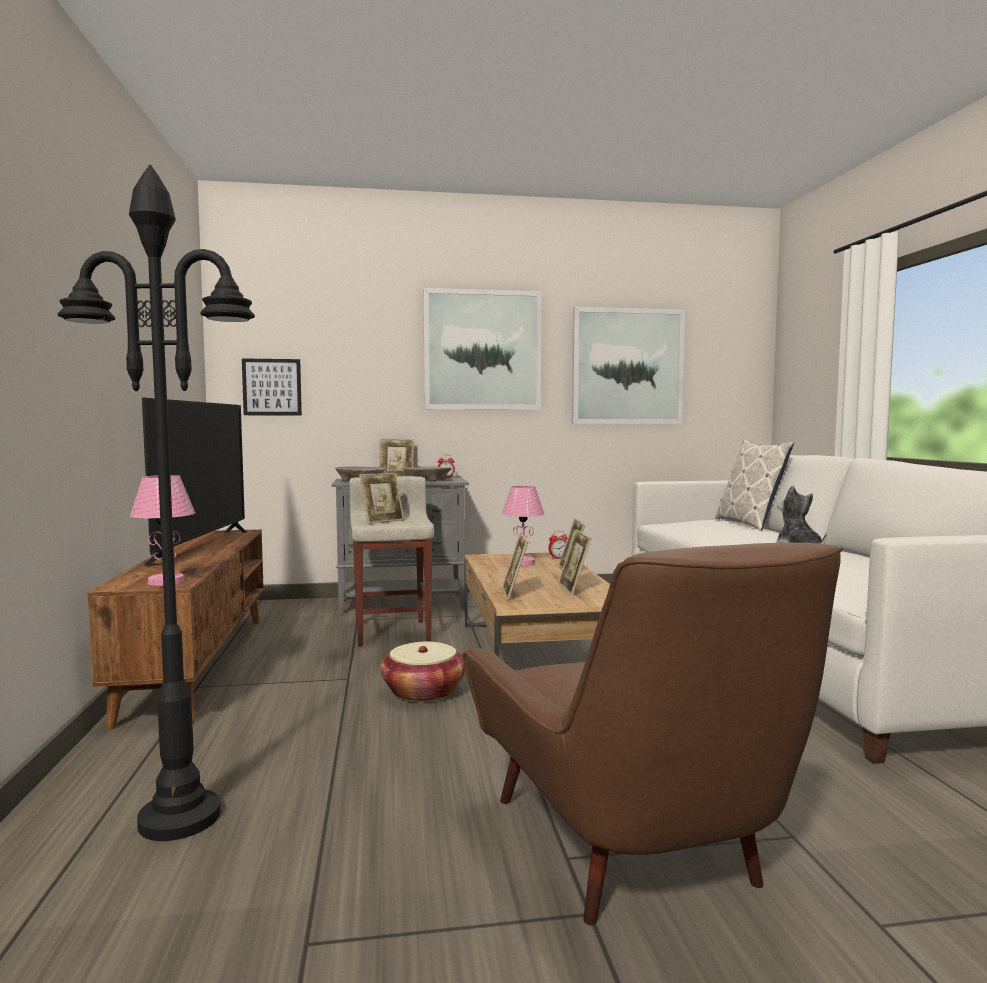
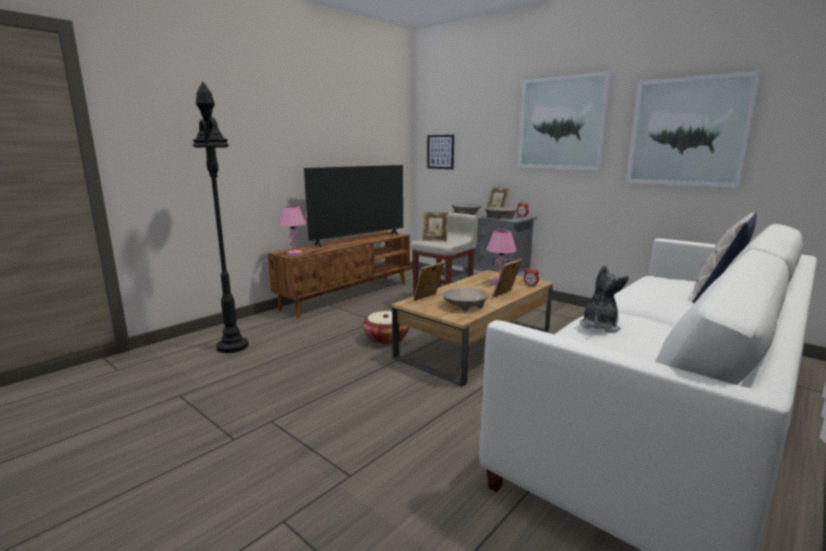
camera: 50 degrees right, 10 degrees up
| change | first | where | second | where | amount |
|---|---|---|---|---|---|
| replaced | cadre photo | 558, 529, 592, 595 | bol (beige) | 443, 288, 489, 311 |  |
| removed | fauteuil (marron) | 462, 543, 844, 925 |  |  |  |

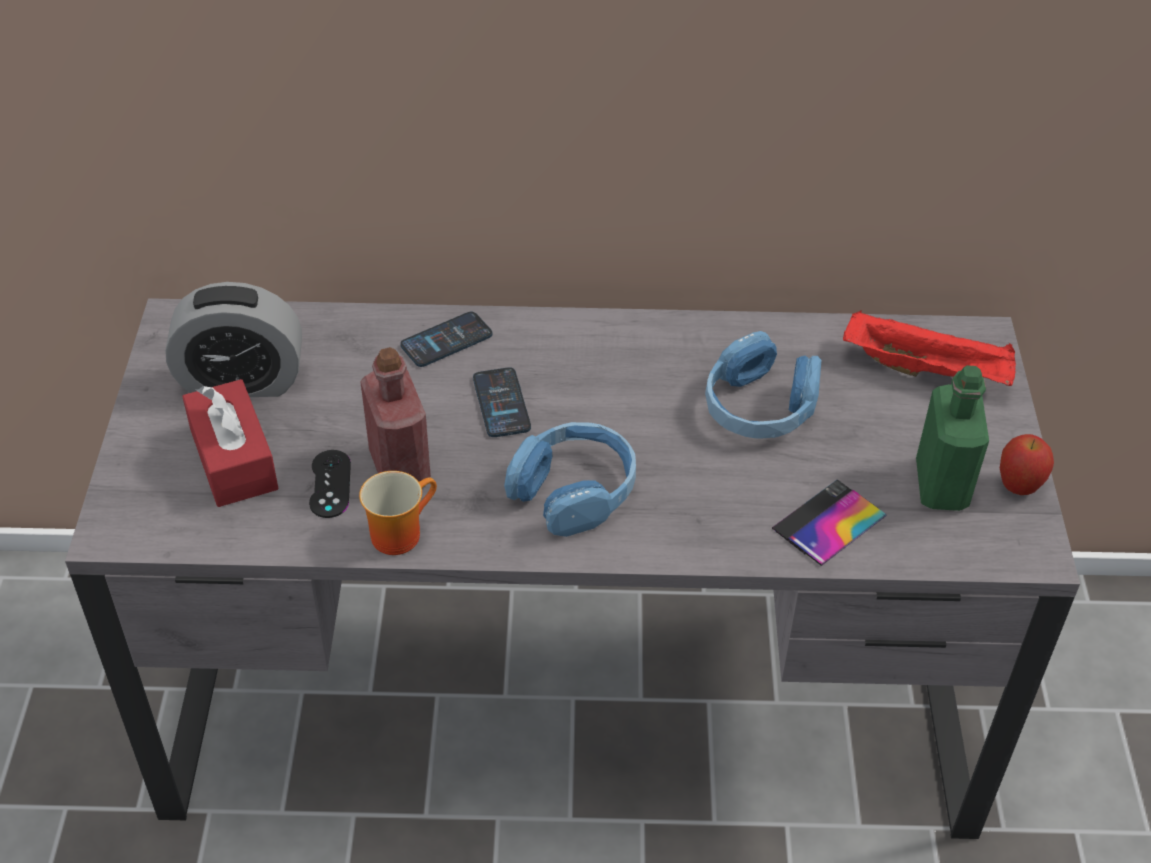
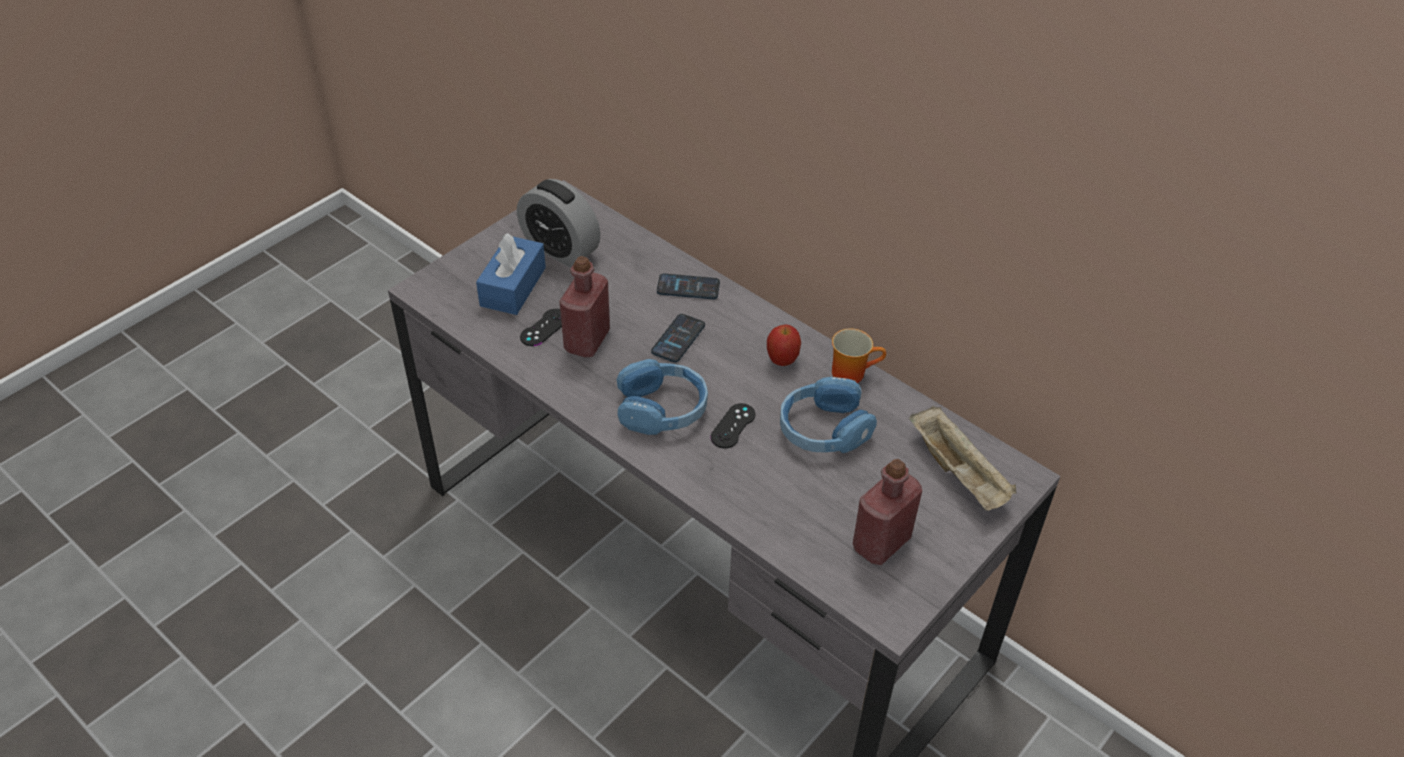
camera: 40 degrees right, 0 degrees up
| change | first | where | second | where | amount |
|---|---|---|---|---|---|
| recoloured | boîte à mouchoirs (rouge) | 182, 379, 278, 507 | boîte à mouchoirs (bleu) | 476, 233, 546, 315 |  |
| added |  |  | manette (noir) | 710, 403, 755, 448 |  |
| moved | pomme | 1000, 434, 1054, 495 |  | 767, 325, 801, 366 |  |
| moved | mug | 359, 471, 437, 555 |  | 832, 328, 886, 383 |  |
| recoloured | bouteille (vert) | 916, 365, 989, 511 | bouteille (rouge) | 853, 459, 922, 565 |  |
| recoloured | plateau (rouge) | 843, 310, 1016, 386 | plateau (beige) | 909, 406, 1016, 511 |  |
| removed | téléphone | 772, 479, 887, 566 |  |  |  |

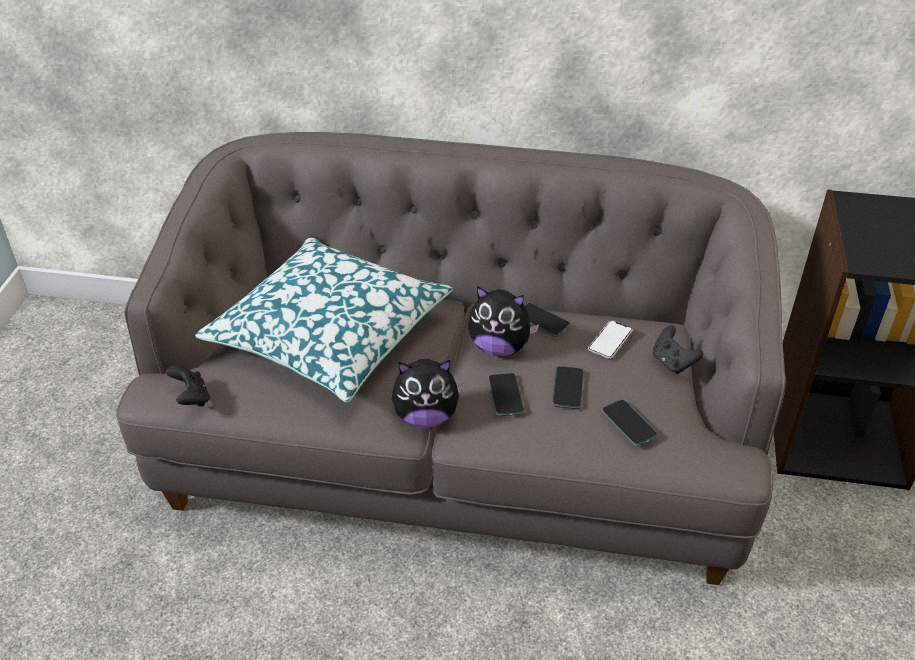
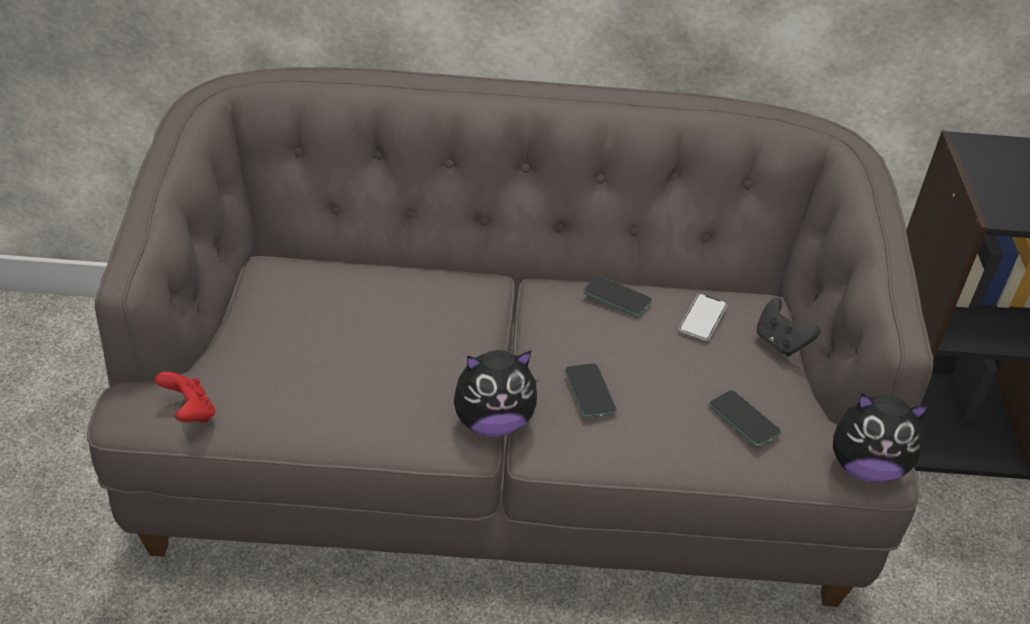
camera: 10 degrees left, 0 degrees up
| change | first | where | second | where | amount |
|---|---|---|---|---|---|
| recoloured | manette (noir) | 166, 366, 210, 407 | manette (rouge) | 155, 371, 215, 423 |  |
| moved | peluche | 468, 286, 539, 356 |  | 833, 393, 929, 483 |  |
| removed | coussin | 195, 238, 453, 402 |  |  |  |
| removed | téléphone | 552, 366, 584, 409 |  |  |  |

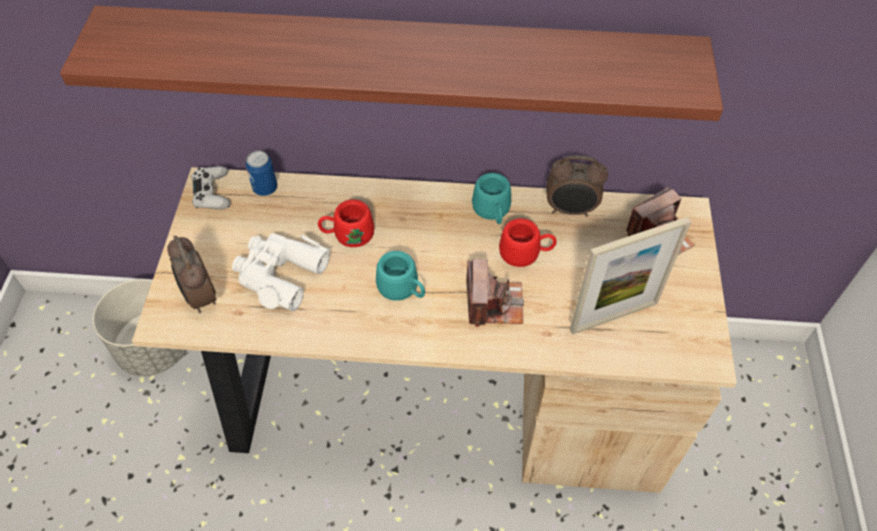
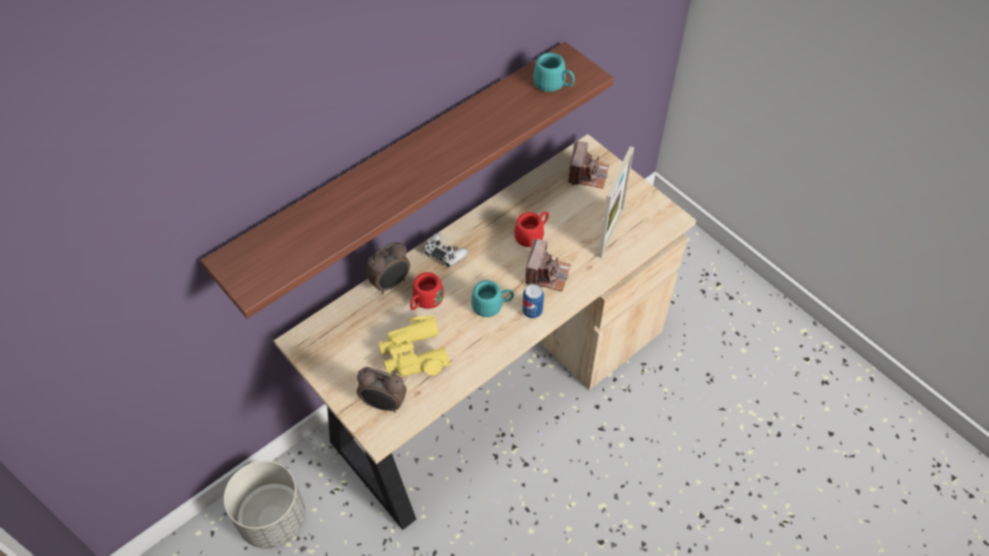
camera: 45 degrees left, 0 degrees up
| change | first | where | second | where | amount |
|---|---|---|---|---|---|
| moved | réveil | 546, 156, 608, 217 |  | 366, 242, 410, 294 |  |
| recoloured | jumelles (blanc) | 232, 233, 330, 311 | jumelles (jaune) | 379, 315, 450, 376 |  |
| moved | manette (blanc) | 191, 166, 230, 210 |  | 424, 233, 468, 267 |  |
| moved | boîte métallique | 246, 151, 277, 196 |  | 522, 284, 544, 318 |  |
| turned | appareil photo | 466, 259, 524, 327 |  | 525, 239, 571, 291 | 60 degrees clockwise |
| moved | mug (turquoise) | 472, 173, 511, 224 |  | 533, 52, 575, 92 |  |

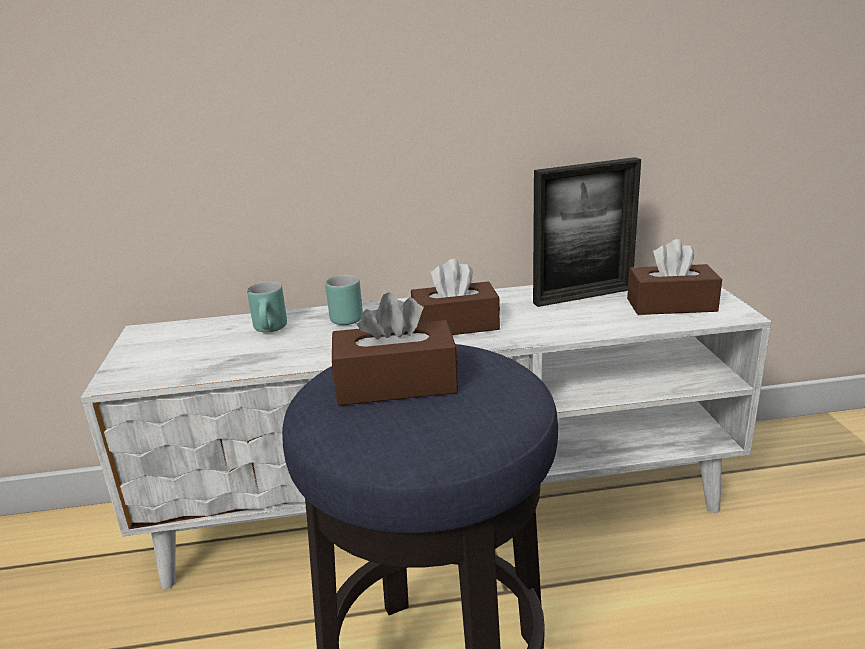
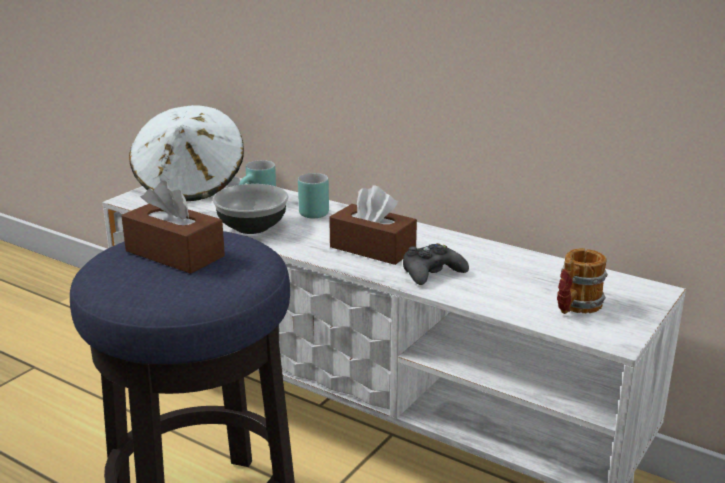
camera: 40 degrees right, 0 degrees up
| change | first | where | second | where | amount |
|---|---|---|---|---|---|
| added |  |  | chapeau (blanc) | 129, 105, 244, 201 |  |
| added |  |  | bol | 213, 184, 288, 234 |  |
| added |  |  | manette (noir) | 403, 243, 469, 285 |  |
| replaced | boîte à mouchoirs (marron) | 627, 239, 722, 315 | mug | 557, 248, 608, 314 |  |
| removed | cadre photo | 533, 157, 641, 307 |  |  |  |

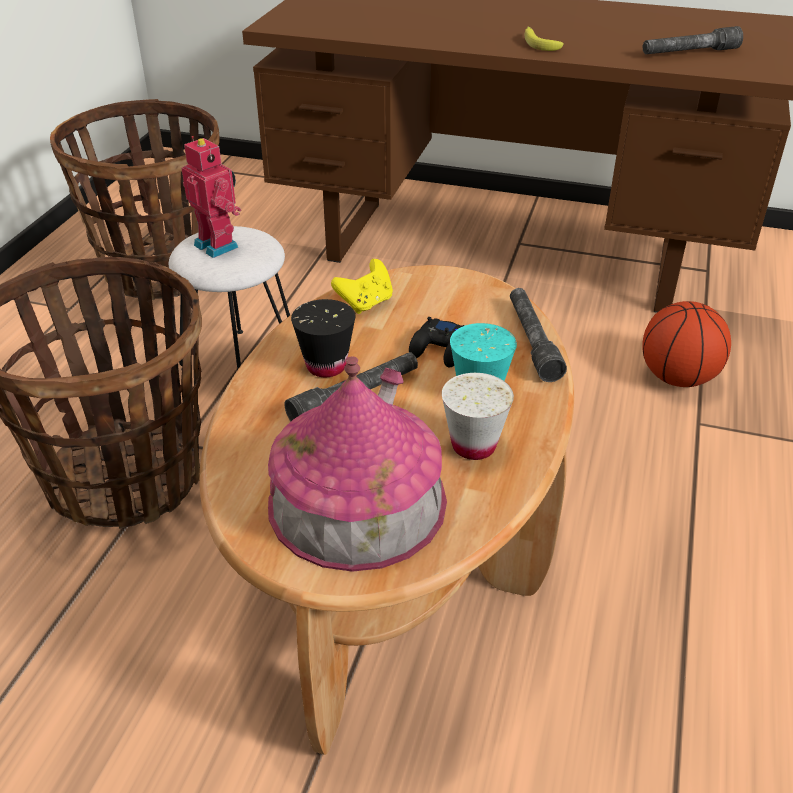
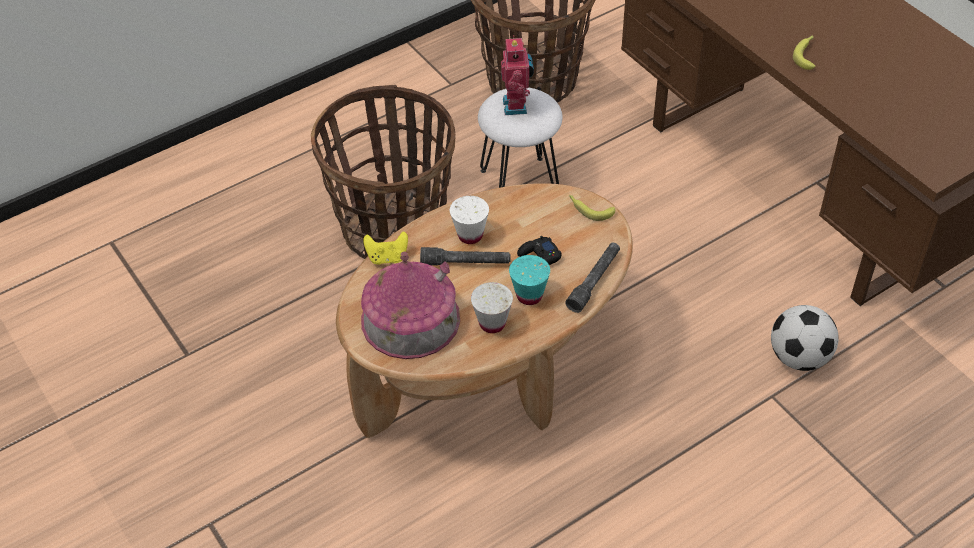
camera: 40 degrees right, 10 degrees up
| change | first | where | second | where | amount |
|---|---|---|---|---|---|
| moved | manette (jaune) | 331, 259, 393, 314 |  | 363, 232, 408, 265 |  |
| recoloured | tasse (noir) | 291, 299, 355, 377 | tasse (blanc) | 450, 196, 489, 244 |  |
| added |  |  | banane | 569, 195, 615, 221 |  |
| replaced | ballon de basket | 642, 301, 731, 387 | ballon de foot | 771, 305, 839, 371 |  |
| removed | lampe de poche (gris) | 642, 26, 743, 54 |  |  |  |

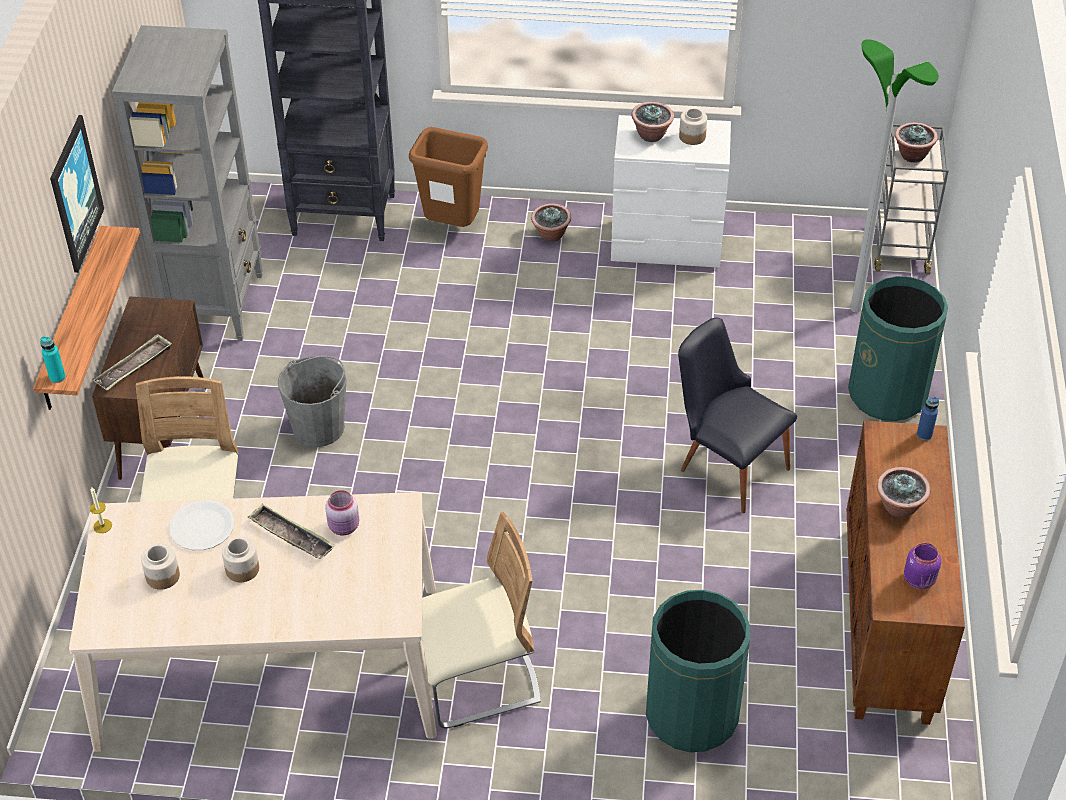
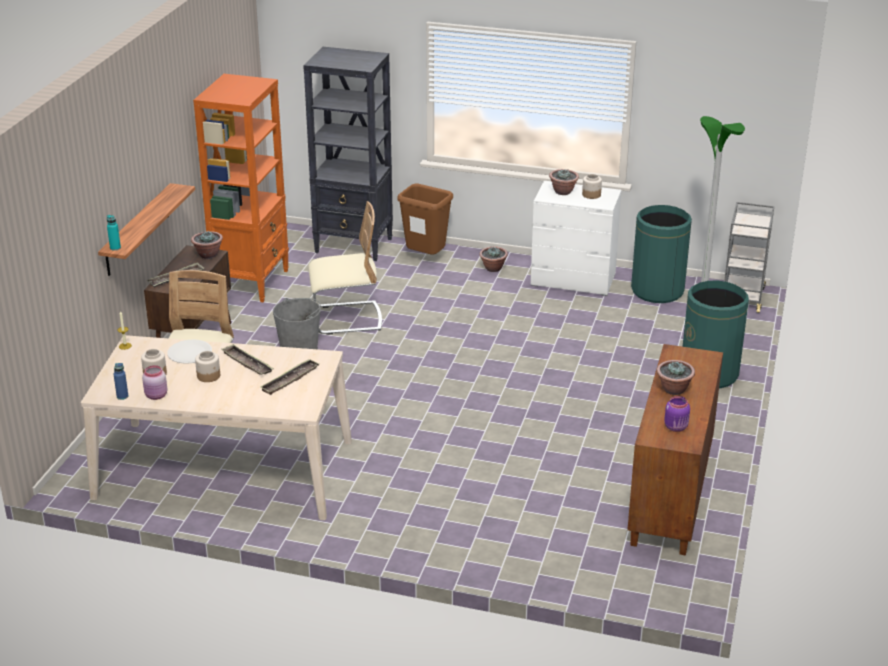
camera: 10 degrees right, 15 degrees down
| change | first | where | second | where | amount |
|---|---|---|---|---|---|
| moved | bouteille (bleu) | 917, 397, 939, 441 |  | 113, 363, 128, 400 |  |
| moved | bocal (rose) | 325, 490, 359, 535 |  | 142, 365, 167, 400 |  |
| moved | plante en pot | 895, 123, 938, 163 |  | 191, 231, 223, 259 |  |
| recoloured | bibliothèque (gris) | 112, 25, 263, 341 | bibliothèque (orange) | 193, 74, 289, 302 |  |
| added |  |  | plateau | 260, 359, 319, 395 |  |
| moved | chaise (beige) | 422, 512, 541, 728 |  | 308, 201, 382, 335 |  |
| moved | poubelle (vert) | 646, 590, 751, 752 |  | 631, 205, 692, 303 |  |
| removed | tableau | 50, 115, 104, 273 |  |  |  |
| removed | chaise (noir) | 678, 318, 797, 513 |  |  |  |

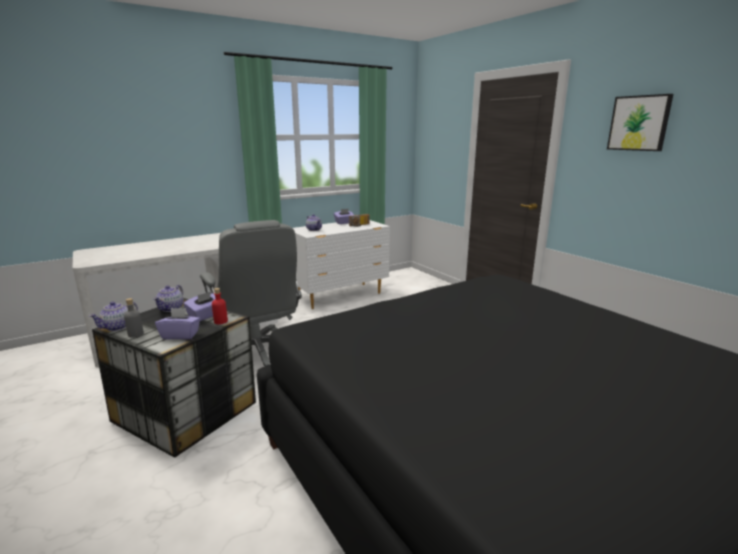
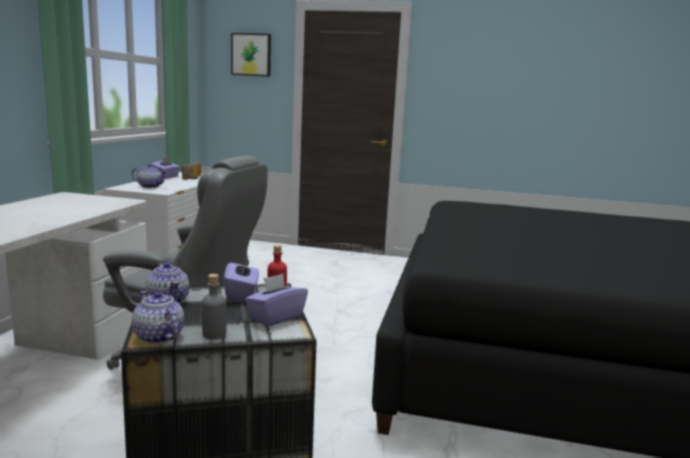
camera: 45 degrees left, 5 degrees down
| change | first | where | second | where | amount |
|---|---|---|---|---|---|
| turned | théière | 89, 301, 138, 331 |  | 132, 291, 184, 344 | 150 degrees clockwise |
| moved | tableau | 607, 94, 673, 151 |  | 231, 33, 271, 76 |  |

